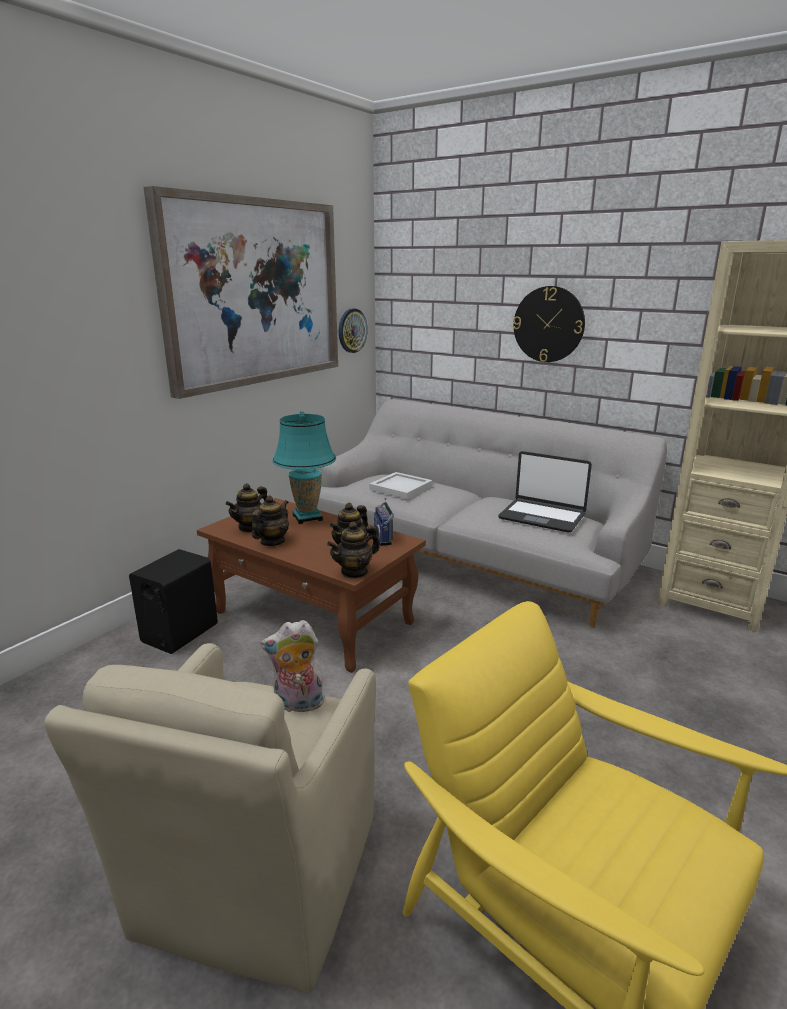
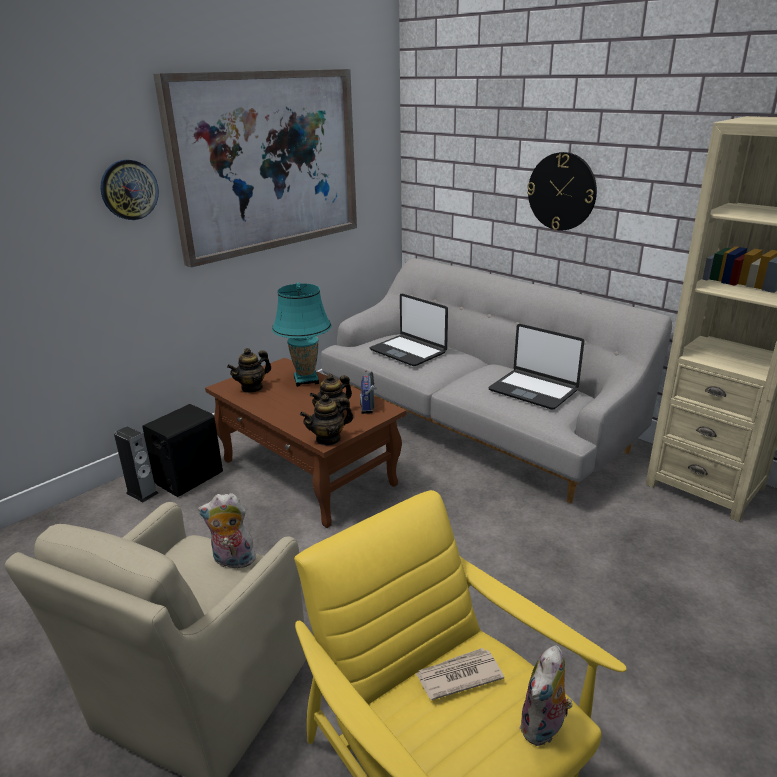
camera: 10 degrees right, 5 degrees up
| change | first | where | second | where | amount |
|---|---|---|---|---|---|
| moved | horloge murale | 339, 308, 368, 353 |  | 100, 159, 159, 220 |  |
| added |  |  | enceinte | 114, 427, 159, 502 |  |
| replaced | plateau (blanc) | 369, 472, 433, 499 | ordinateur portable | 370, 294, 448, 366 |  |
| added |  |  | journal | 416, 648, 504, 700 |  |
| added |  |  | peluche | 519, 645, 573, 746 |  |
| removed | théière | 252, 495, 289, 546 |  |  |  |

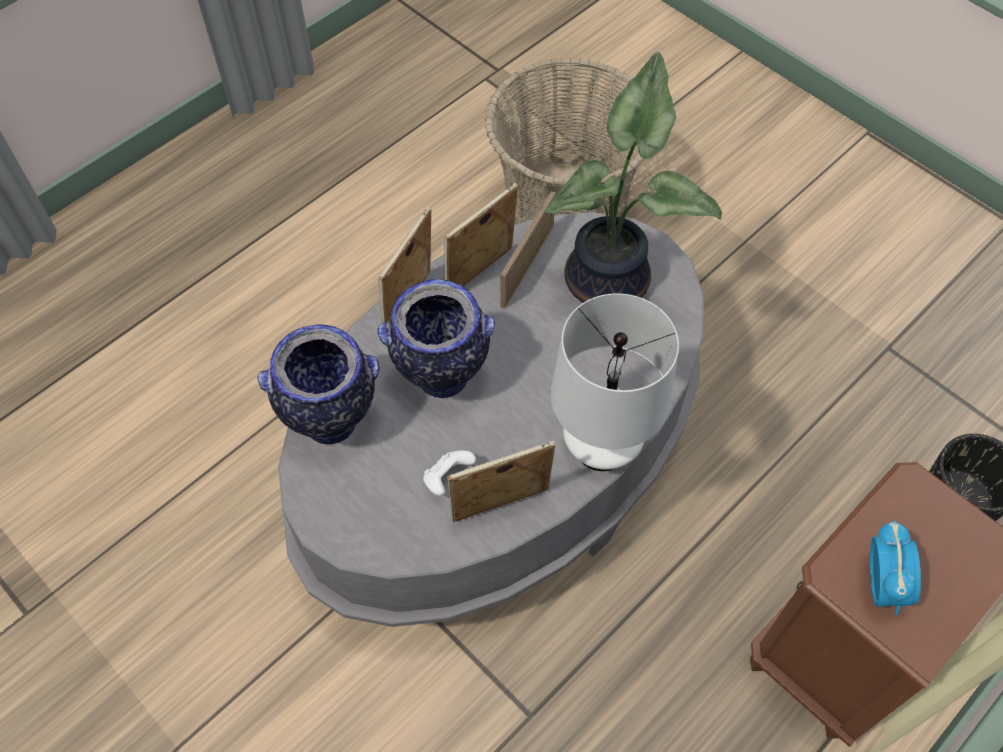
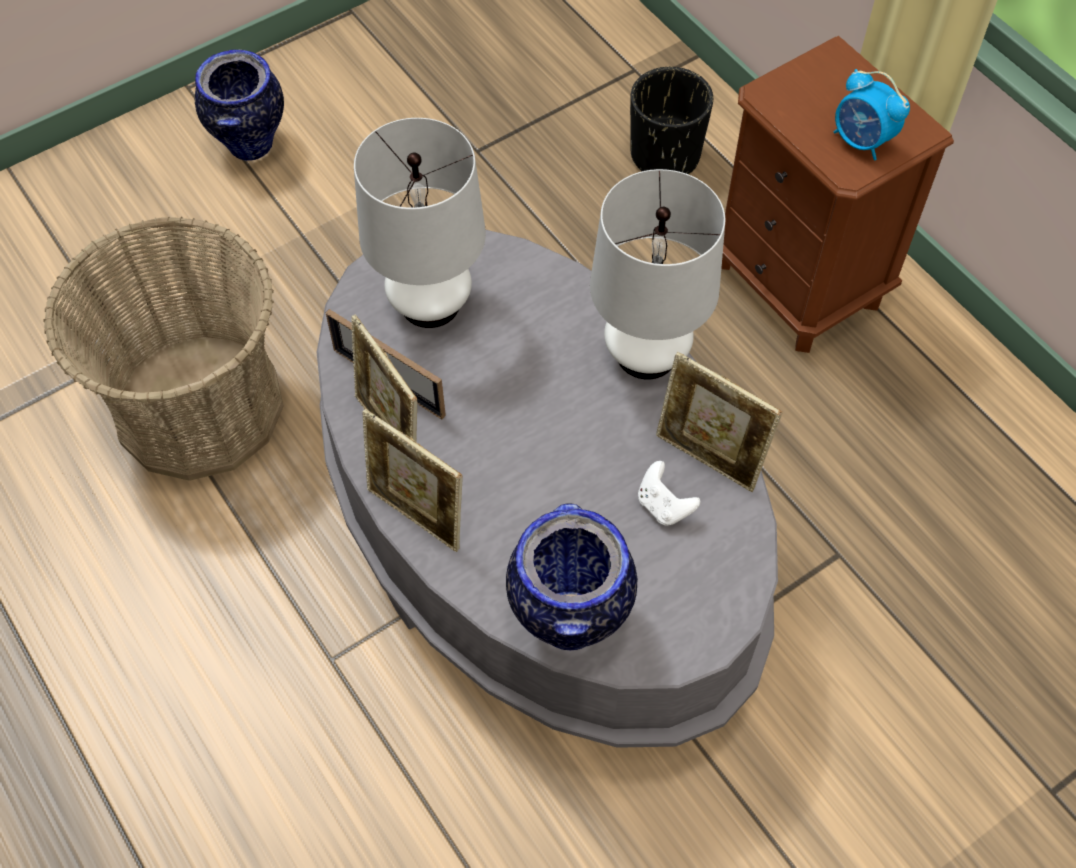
camera: 80 degrees left, 0 degrees up
| change | first | where | second | where | amount |
|---|---|---|---|---|---|
| moved | vase | 378, 279, 495, 398 |  | 195, 50, 284, 161 |  |
| replaced | plante en pot | 544, 52, 722, 303 | lampe de table (blanc) | 354, 118, 486, 328 |  |
| turned | cadre photo | 447, 441, 555, 522 |  | 656, 352, 783, 492 | 45 degrees counterclockwise |
| turned | réveil | 870, 521, 921, 615 |  | 834, 69, 910, 160 | 150 degrees counterclockwise |

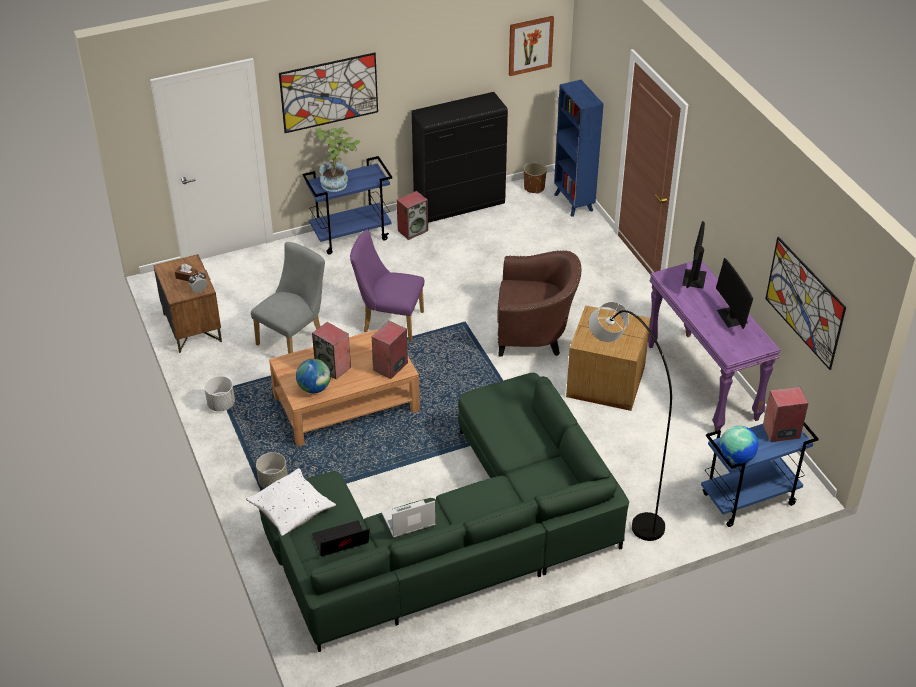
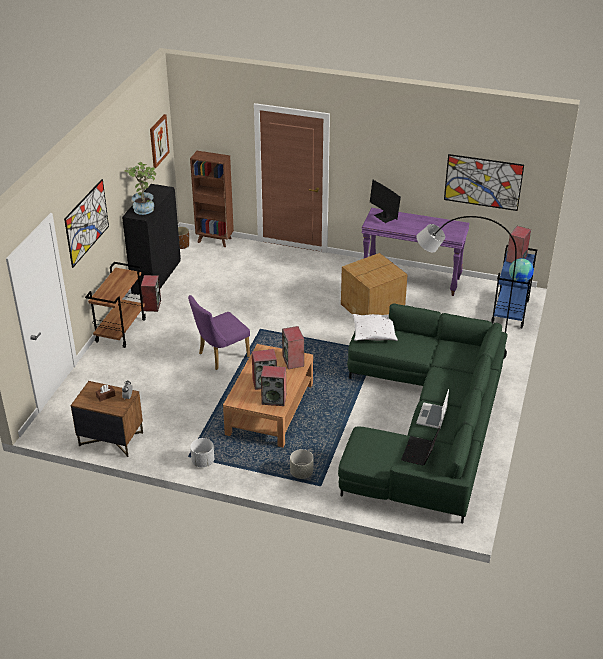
camera: 50 degrees left, 5 degrees down
| change | first | where | second | where | amount |
|---|---|---|---|---|---|
| recoloured | chariot (bleu) | 302, 156, 392, 255 | chariot (marron) | 85, 262, 146, 348 |  |
| moved | plante en pot | 315, 127, 361, 192 |  | 124, 162, 156, 215 |  |
| recoloured | bibliothèque (bleu) | 554, 80, 604, 217 | bibliothèque (marron) | 190, 151, 234, 247 |  |
| replaced | globe | 296, 359, 331, 394 | enceinte | 261, 366, 286, 406 |  |
| moved | coussin (blanc) | 246, 468, 336, 536 |  | 353, 314, 398, 341 |  |
| removed | chaise (gris) | 251, 242, 325, 354 |  |  |  |
| removed | fauteuil (marron) | 497, 250, 581, 357 |  |  |  |
| removed | écran d'ordinateur | 716, 258, 753, 329 |  |  |  |

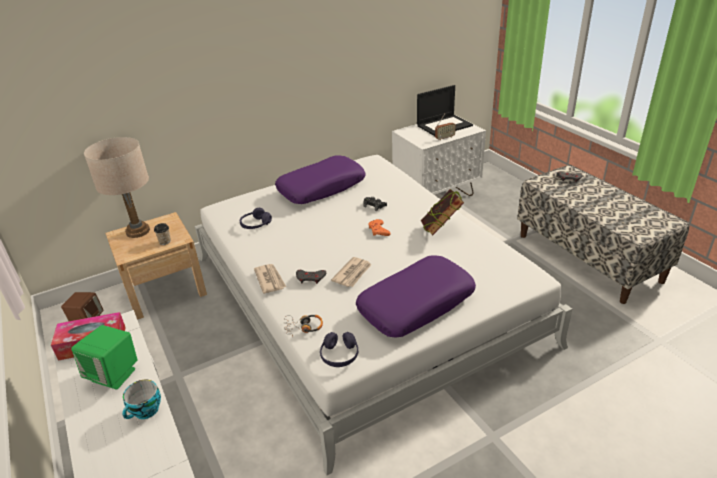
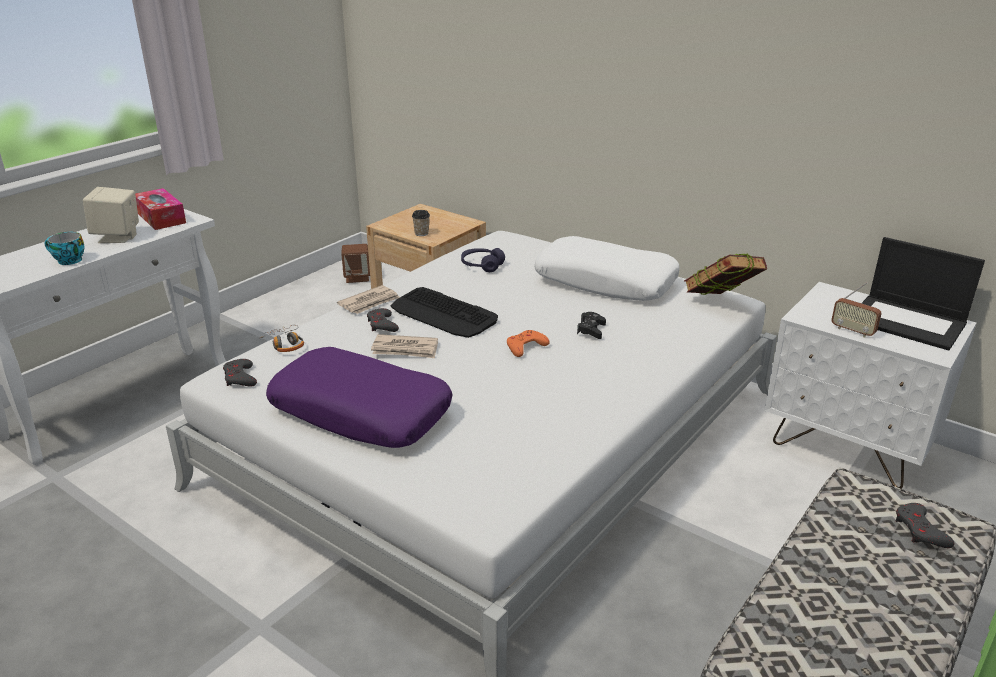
camera: 65 degrees right, 5 degrees down
| change | first | where | second | where | amount |
|---|---|---|---|---|---|
| recoloured | enceinte (vert) | 71, 325, 137, 390 | enceinte (beige) | 83, 187, 139, 243 |  |
| replaced | casque audio (violet) | 320, 332, 359, 367 | manette (gris) | 223, 359, 257, 386 |  |
| added |  |  | clavier | 391, 287, 498, 338 |  |
| recoloured | coussin (violet) | 275, 155, 365, 204 | coussin (blanc) | 534, 236, 680, 301 |  |
| moved | livre | 421, 189, 464, 236 |  | 684, 253, 767, 295 |  |
| removed | lampe de table (beige) | 84, 137, 150, 238 |  |  |  |

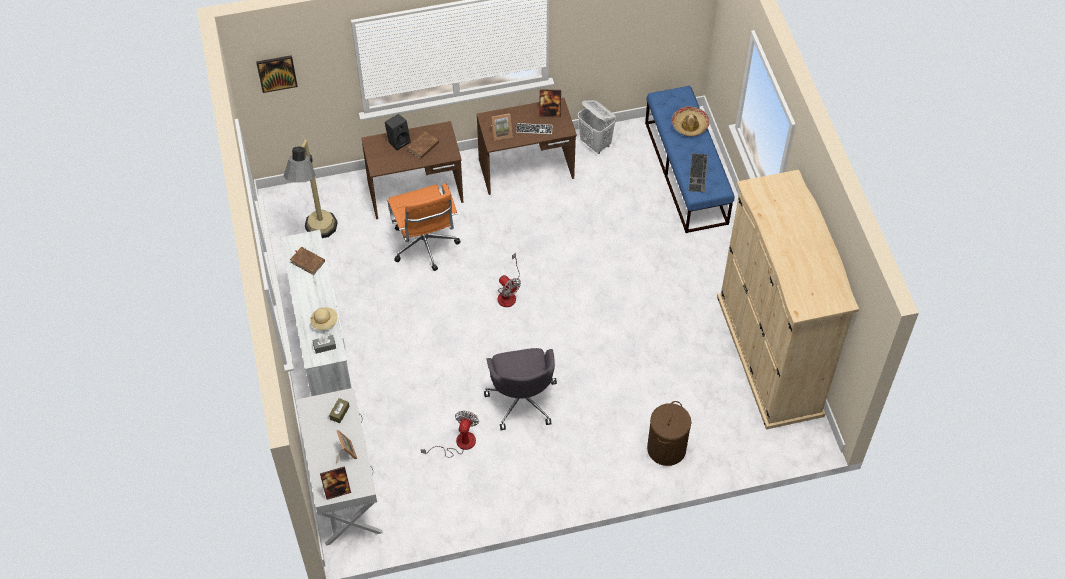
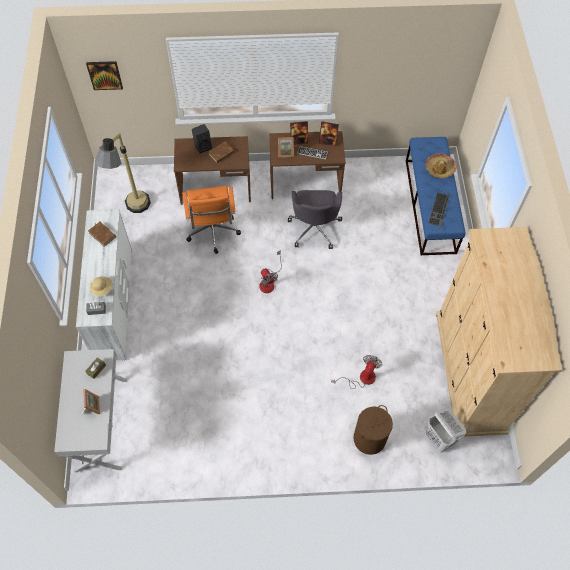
camera: 10 degrees right, 5 degrees up
| change | first | where | second | where | amount |
|---|---|---|---|---|---|
| moved | chaise de bureau (gris) | 484, 348, 557, 430 |  | 288, 190, 342, 249 |  |
| moved | cadre photo | 320, 466, 351, 500 |  | 290, 121, 308, 145 |  |
| moved | ventilateur | 421, 411, 479, 458 |  | 331, 355, 382, 389 |  |
| moved | panier à linge (blanc) | 578, 100, 616, 154 |  | 426, 408, 466, 452 |  |

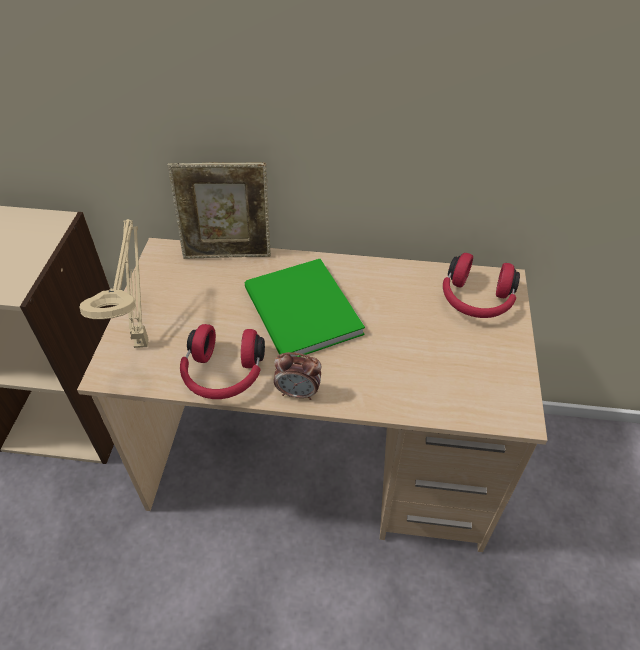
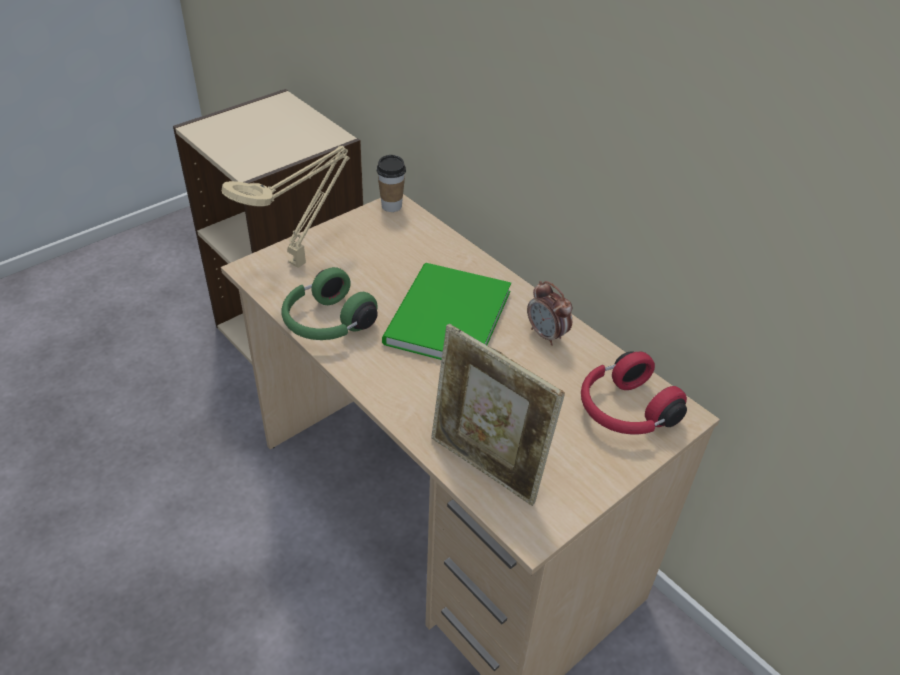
camera: 40 degrees right, 5 degrees down
| change | first | where | second | where | amount |
|---|---|---|---|---|---|
| recoloured | casque audio (rouge) | 180, 324, 265, 399 | casque audio (vert) | 282, 267, 378, 340 |  |
| added |  |  | tasse | 376, 155, 406, 212 |  |
| moved | cadre photo | 167, 162, 271, 259 |  | 431, 324, 565, 506 |  |
| moved | réveil | 274, 352, 321, 400 |  | 527, 281, 572, 346 |  |

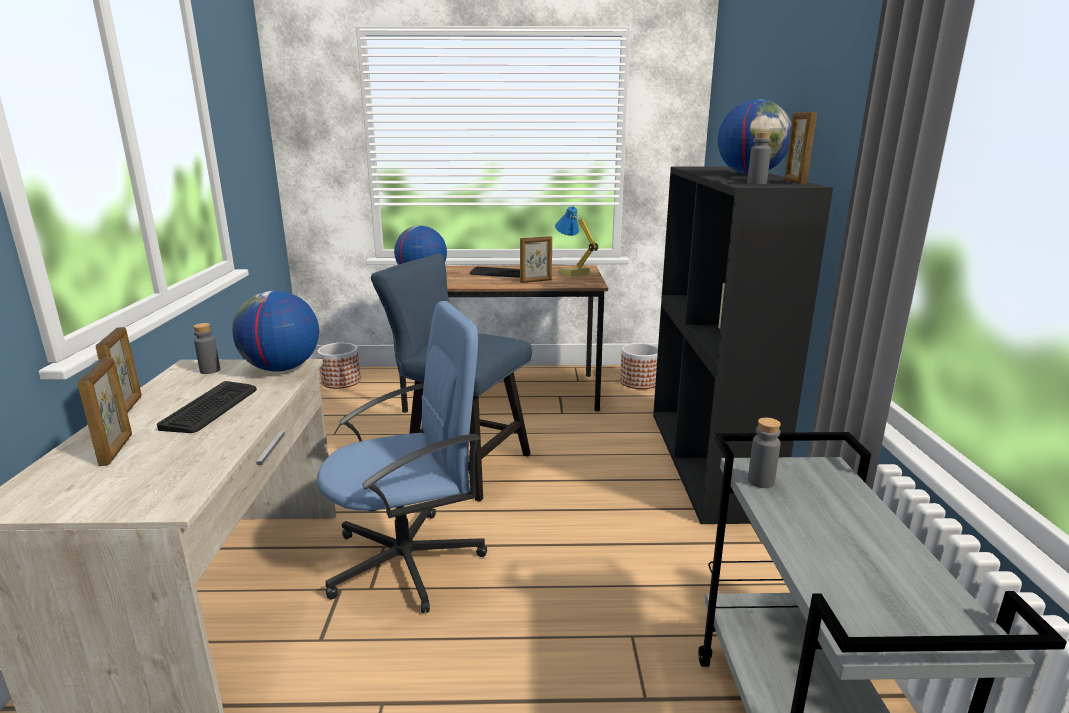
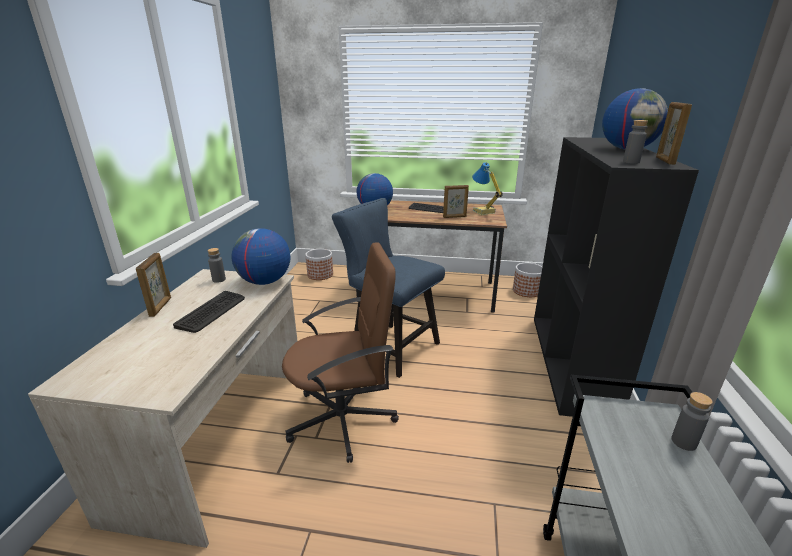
camera: 10 degrees right, 5 degrees up
| change | first | where | second | where | amount |
|---|---|---|---|---|---|
| recoloured | chaise de bureau (bleu) | 317, 301, 487, 613 | chaise de bureau (marron) | 282, 242, 399, 463 |  |
| moved | bouteille (gris) | 748, 418, 781, 488 |  | 671, 392, 713, 451 |  |
| removed | cadre photo | 77, 357, 132, 466 |  |  |  |

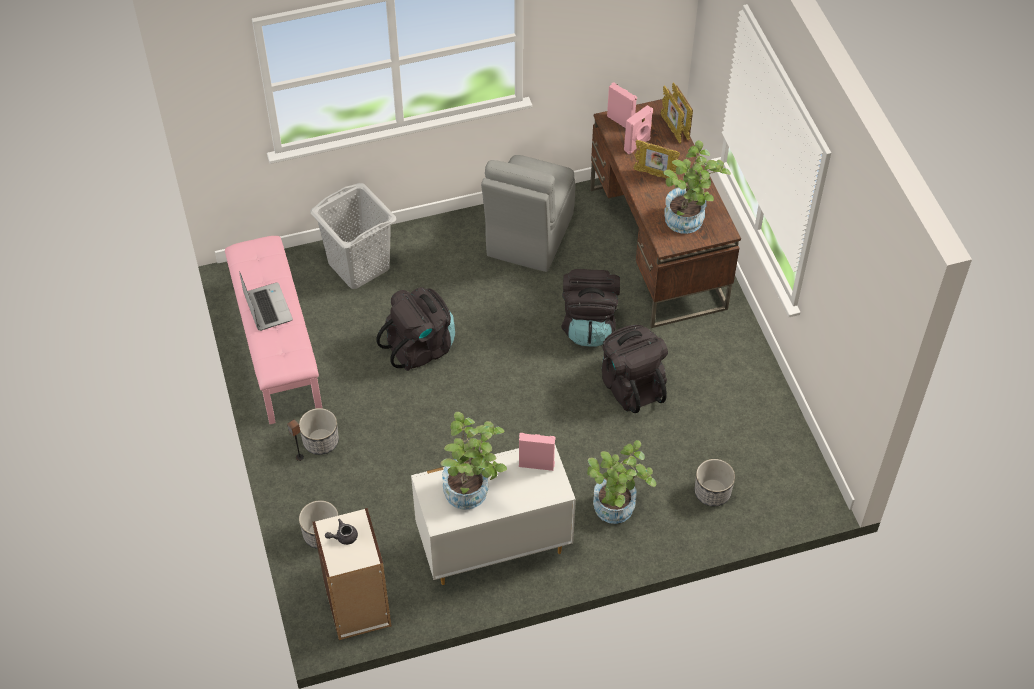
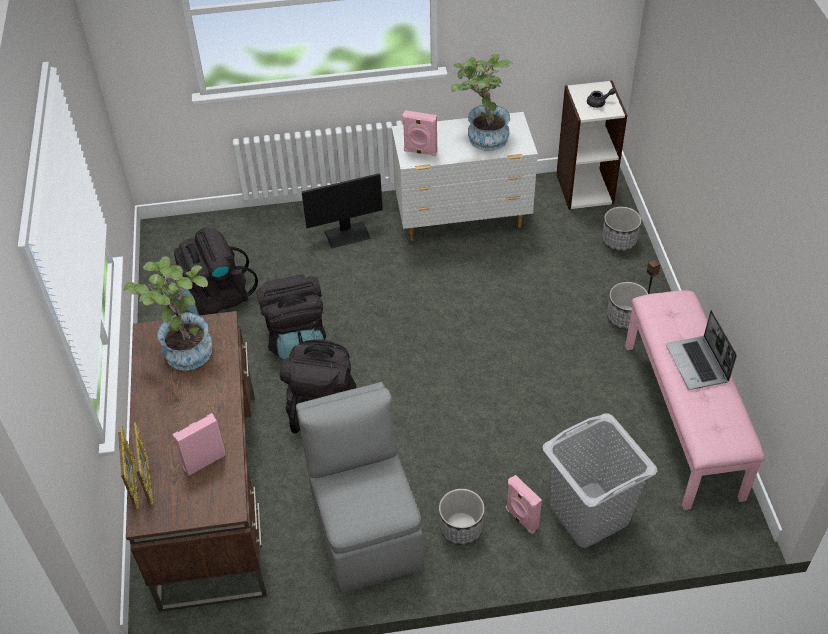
camera: 170 degrees left, 5 degrees down
| change | first | where | second | where | amount |
|---|---|---|---|---|---|
| moved | sac à dos (noir) | 377, 287, 455, 371 |  | 174, 228, 258, 315 |  |
| turned | chaise (gris) | 481, 155, 575, 272 |  | 296, 382, 424, 593 | 45 degrees counterclockwise |
| replaced | plante en pot | 587, 440, 656, 524 | écran d'ordinateur | 301, 173, 383, 249 |  |
| moved | cache-pot | 695, 459, 735, 506 |  | 439, 489, 485, 545 |  |
| moved | enceinte (rose) | 607, 82, 637, 128 |  | 506, 475, 542, 534 |  |
| removed | cadre photo | 633, 140, 680, 179 |  |  |  |

